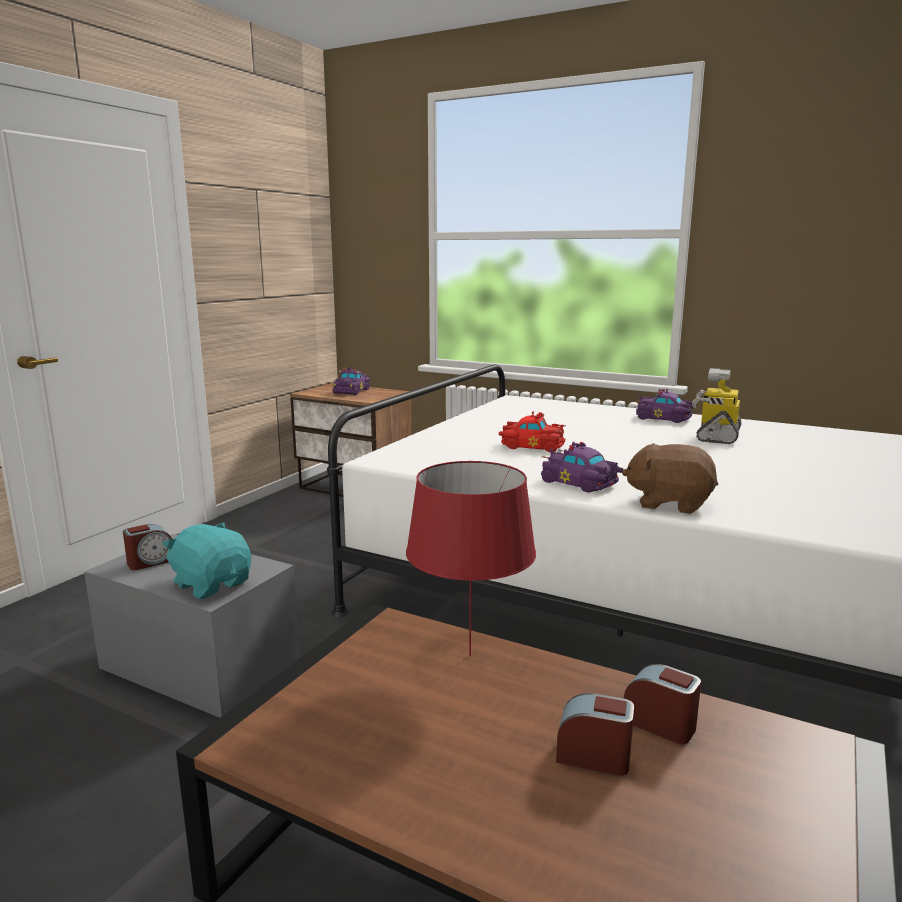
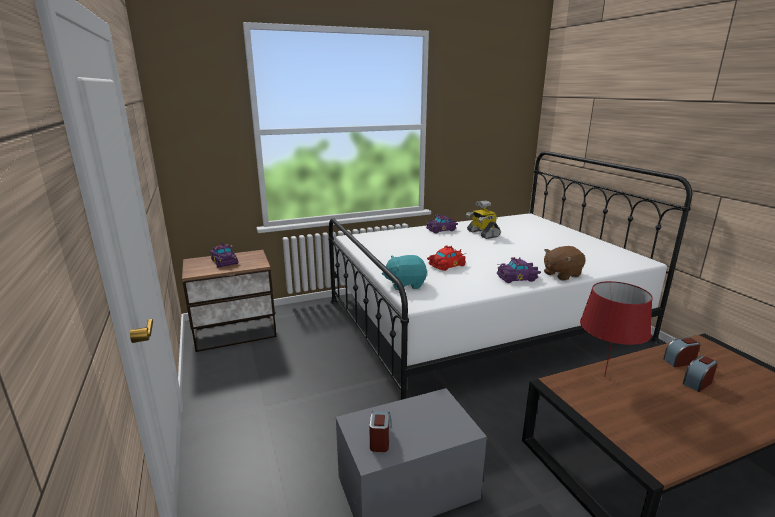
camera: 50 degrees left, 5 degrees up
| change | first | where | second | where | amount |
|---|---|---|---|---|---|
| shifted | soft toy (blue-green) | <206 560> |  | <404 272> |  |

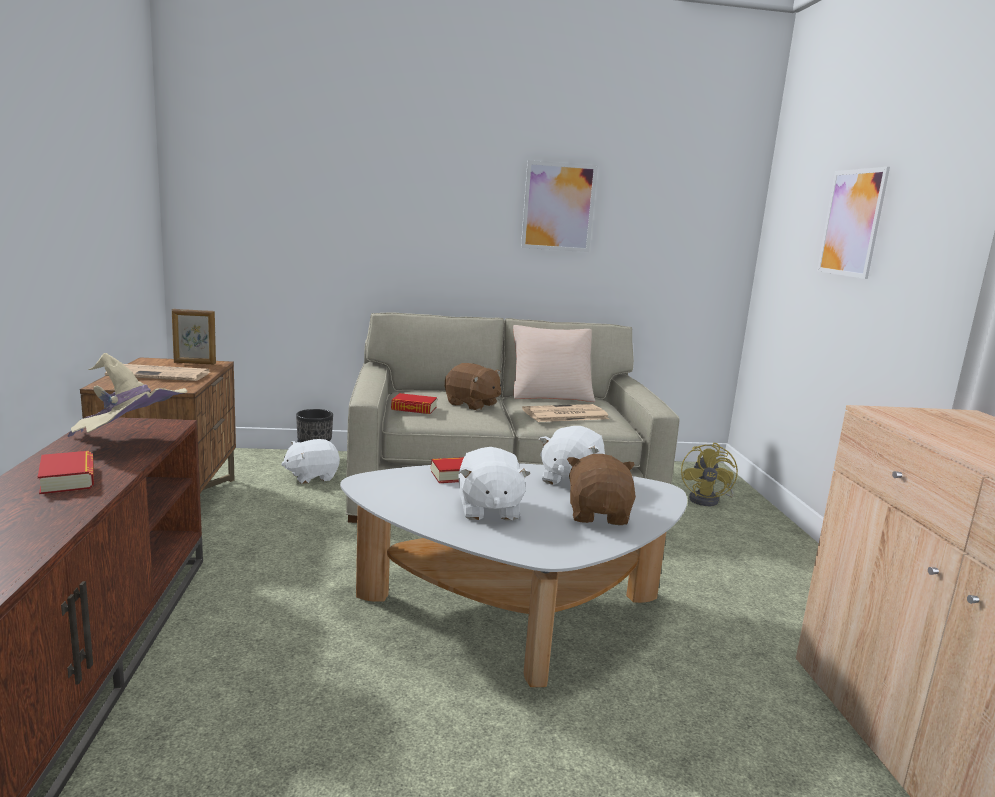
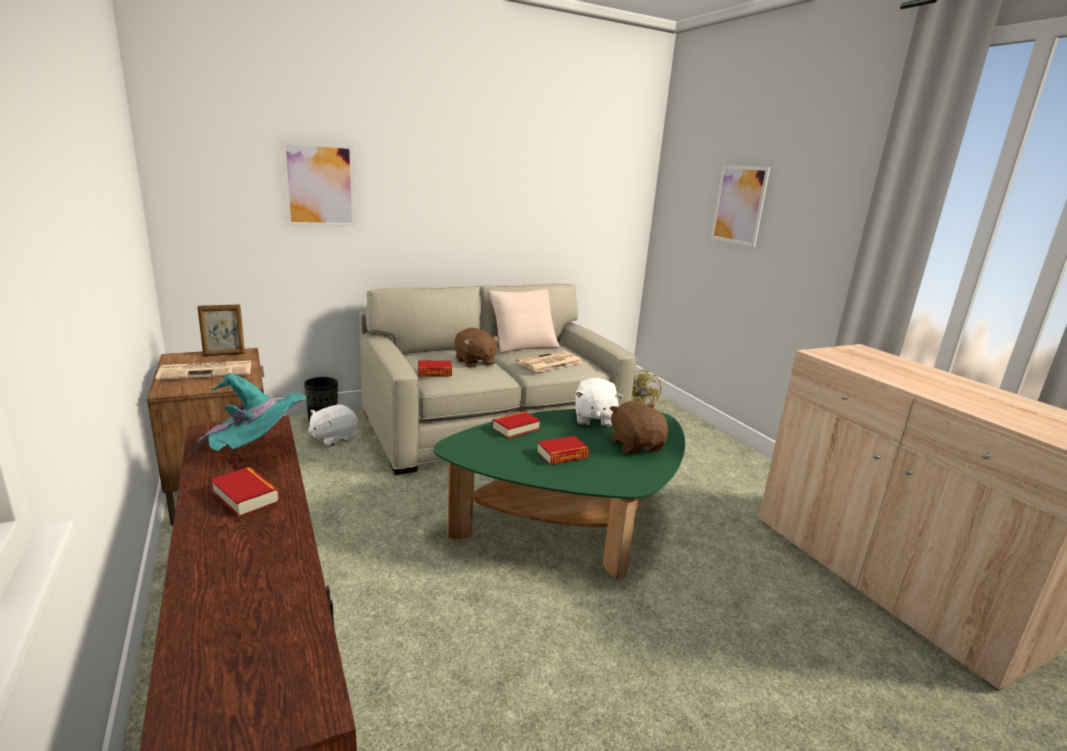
camera: 20 degrees left, 5 degrees up
| change | first | where | second | where | amount |
|---|---|---|---|---|---|
| shifted | wall art | <559 206> |  | <318 183> |  |
| swapped | soft toy (white) | <494 483> | bound book | <563 450> |  |
| repainted | hat (sand-coloured) | <127 395> | hat (blue-green) | <249 413> |  |
| repainted | lounge table (white) | <513 575> | lounge table (green-coloured) | <559 494> |  |
| rotated | soft toy (brownish) | <473 387> |  | <477 348> | 45 degrees clockwise |

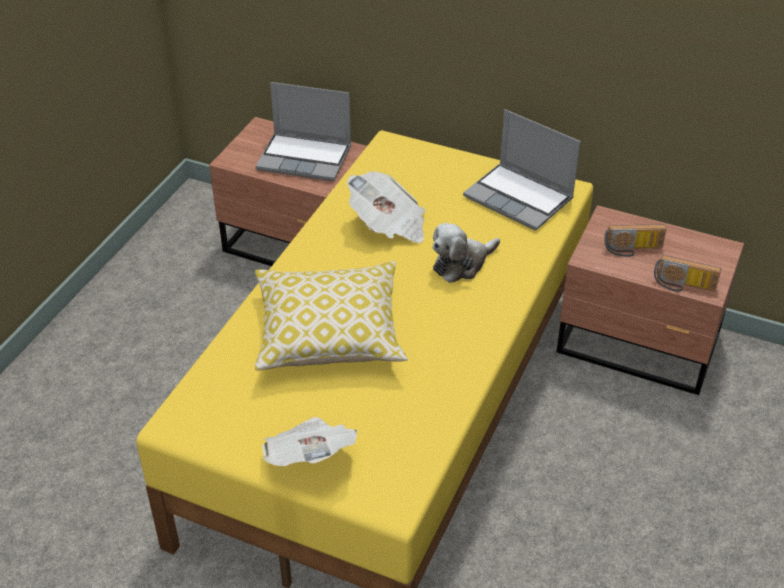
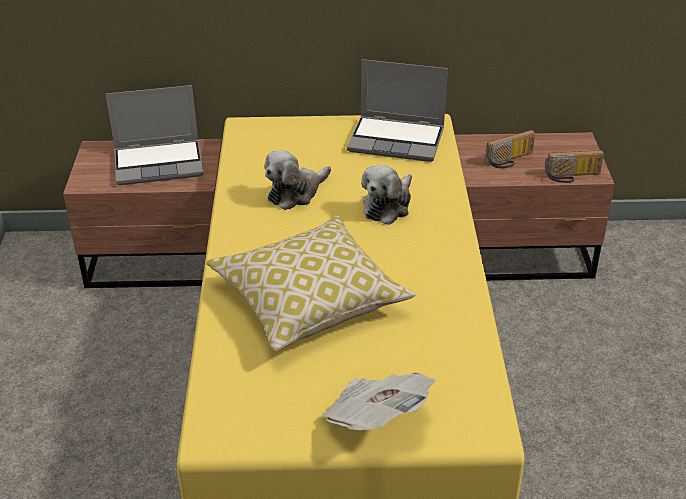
camera: 25 degrees left, 5 degrees down
| change | first | where | second | where | amount |
|---|---|---|---|---|---|
| swapped | printed paper | <386 207> | soft toy | <297 180> |  |

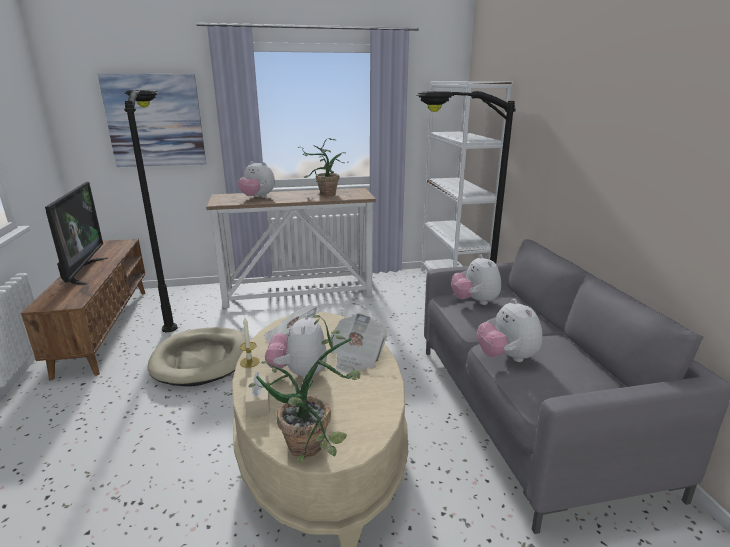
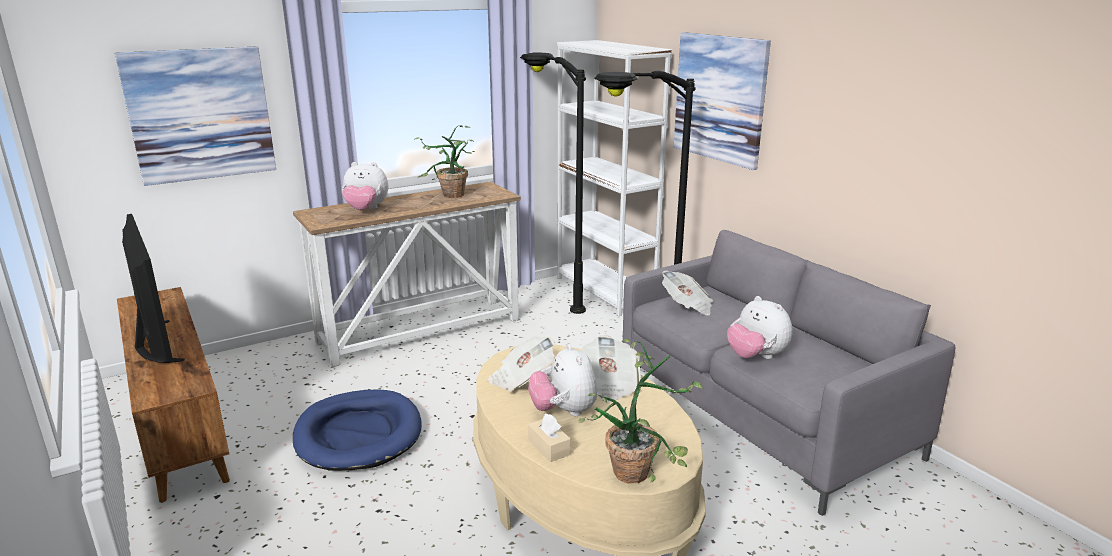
camera: 20 degrees left, 0 degrees up
| change | first | where | second | where | amount |
|---|---|---|---|---|---|
| gone | wax candle | <250 342> |  |  |  |
| new |  |  | wall art | <722 101> |  |
| shifted | standing lamp (blackish) | <151 211> |  | <553 183> |  |
| swapped | soft toy | <476 279> | printed paper | <687 293> |  |
| repainted | dog cushion (sand-coloured) | <196 357> | dog cushion (bluish) | <357 429> |  |

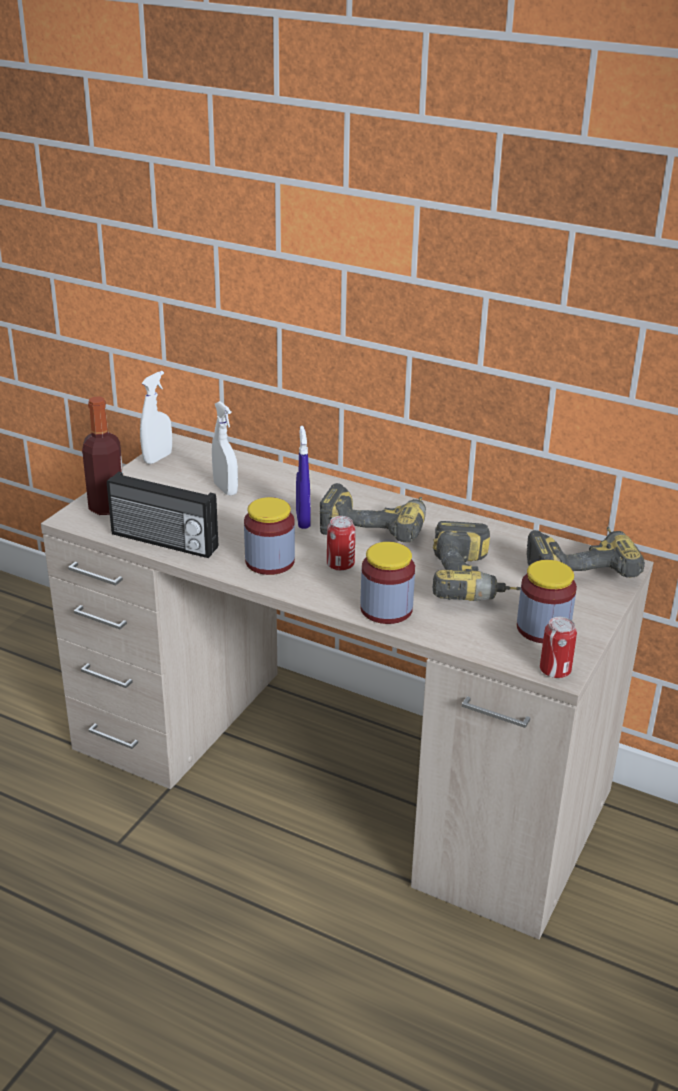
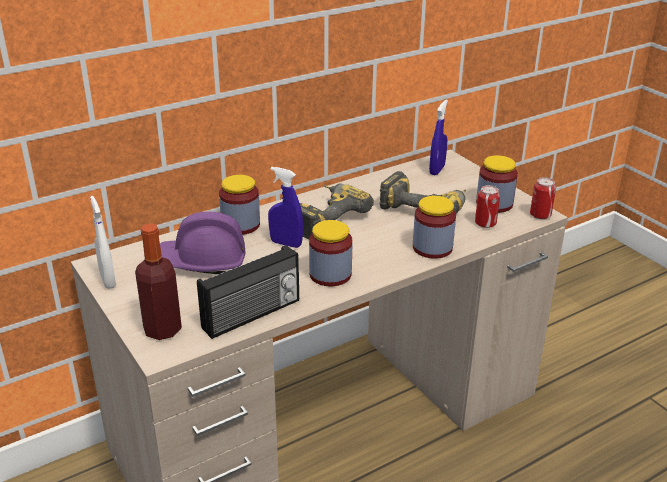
camera: 60 degrees left, 0 degrees up
| change | first | where | second | where | amount |
|---|---|---|---|---|---|
| new |  |  | preserve jar | <239 205> |  |
| shifted | can | <341 543> |  | <487 206> |  |
| swapped | hand sprayer (white) | <225 448> | safety helmet (purple-coloured) | <203 242> |  |
| swapped | electric drill | <586 552> | hand sprayer (bluish) | <438 137> |  |

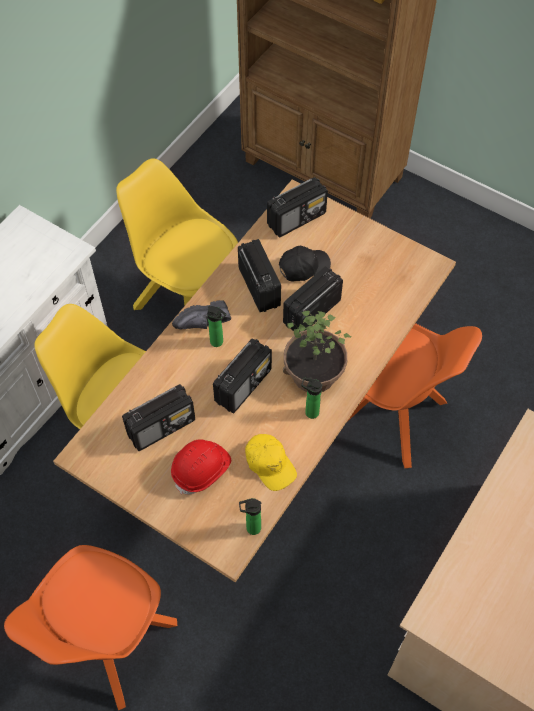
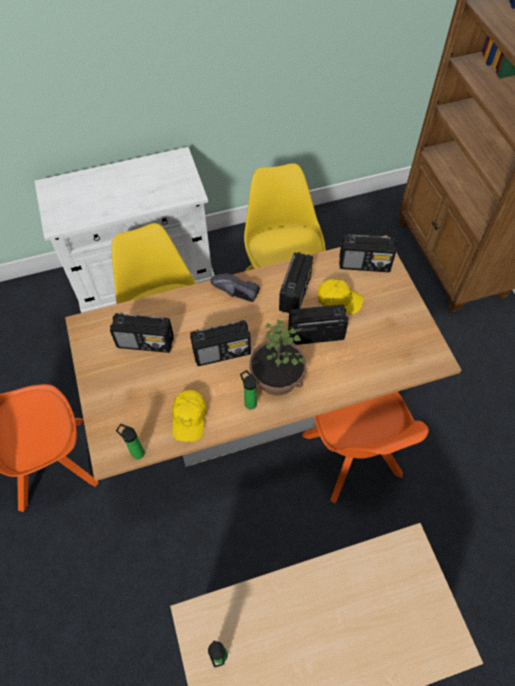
camera: 40 degrees right, 0 degrees up
| change | first | where | second | where | amount |
|---|---|---|---|---|---|
| gone | safety helmet (reddish) | <201 467> |  |  |  |
| shifted | bottle | <216 326> |  | <218 653> |  |
| repainted | baseball cap (blackish) | <305 263> | baseball cap (yellow-coloured) | <341 296> |  |

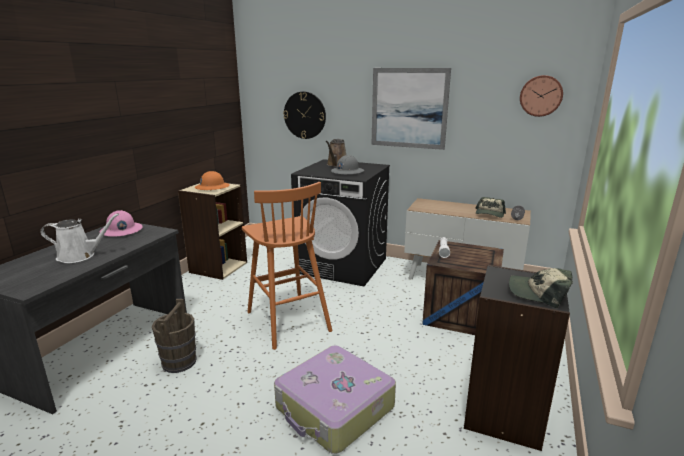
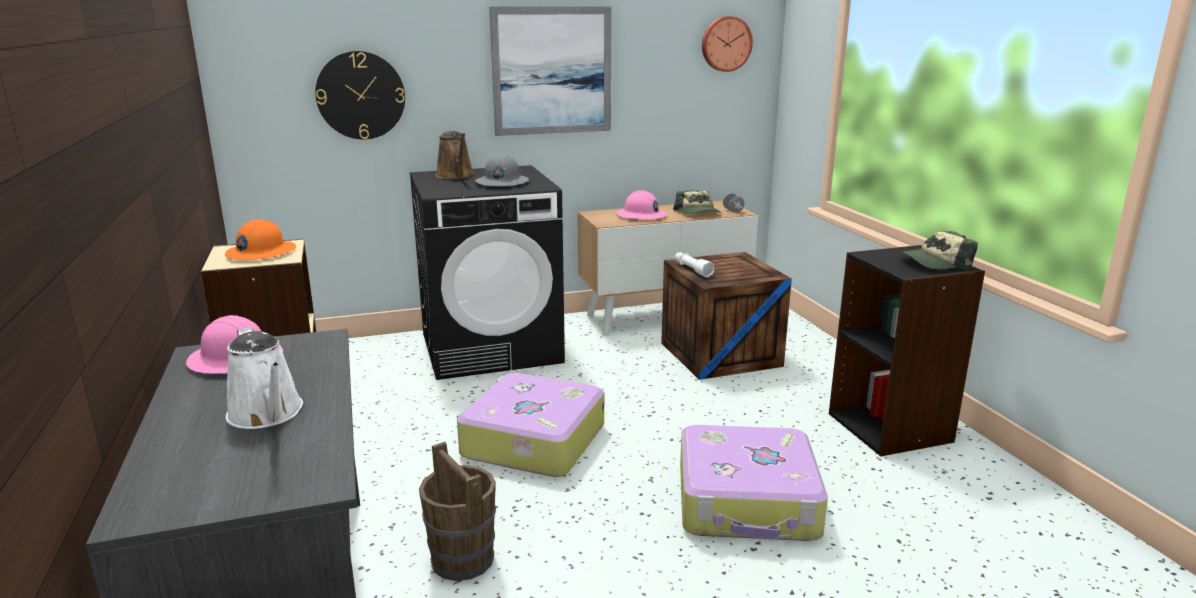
camera: 40 degrees left, 0 degrees up
| change | first | where | second | where | amount |
|---|---|---|---|---|---|
| new |  |  | safety helmet (pink-coloured) | <641 205> |  |
| swapped | sitting stool (orange-coloured) | <287 266> | travel case | <530 424> |  |
| rotated | watering can (white) | <79 238> |  | <264 378> | 105 degrees clockwise |

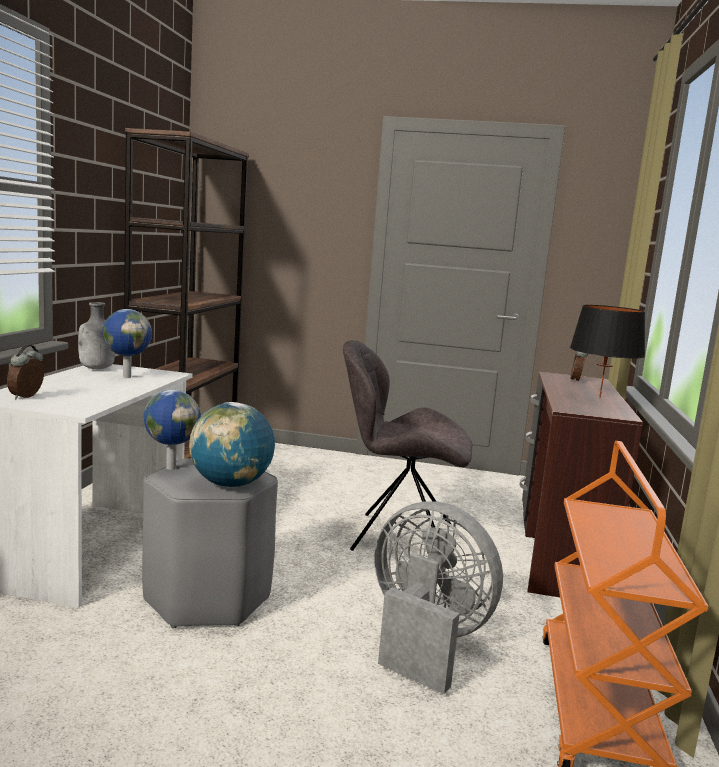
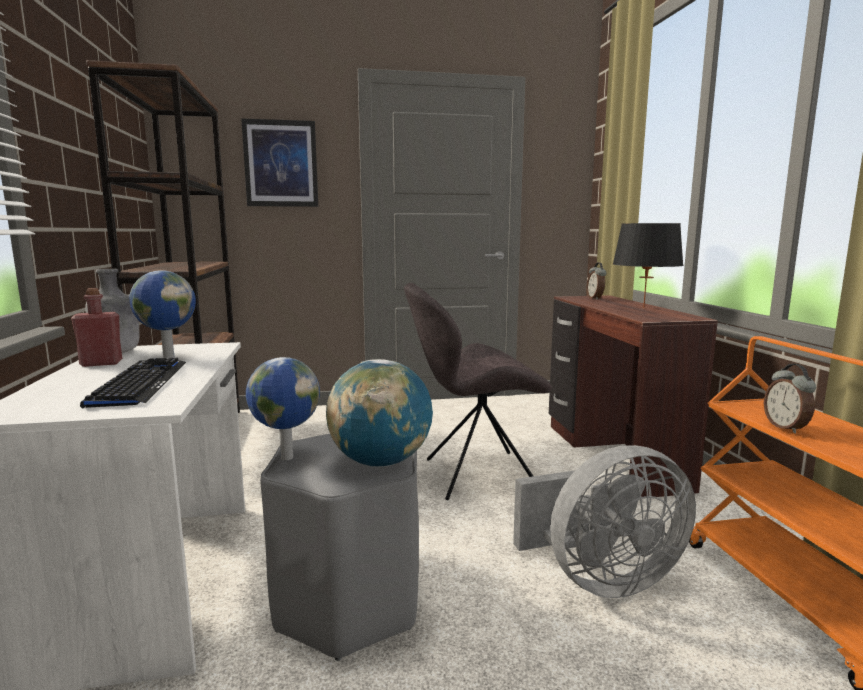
camera: 20 degrees left, 0 degrees up
| change | first | where | second | where | amount |
|---|---|---|---|---|---|
| new |  |  | bottle (reddish) | <96 327> |  |
| new |  |  | computer keyboard | <133 383> |  |
| new |  |  | wall art | <279 162> |  |
| shifted | alarm clock | <25 372> |  | <790 399> |  |
| rotated | fan (greyish) | <438 597> |  | <604 521> | 150 degrees clockwise |

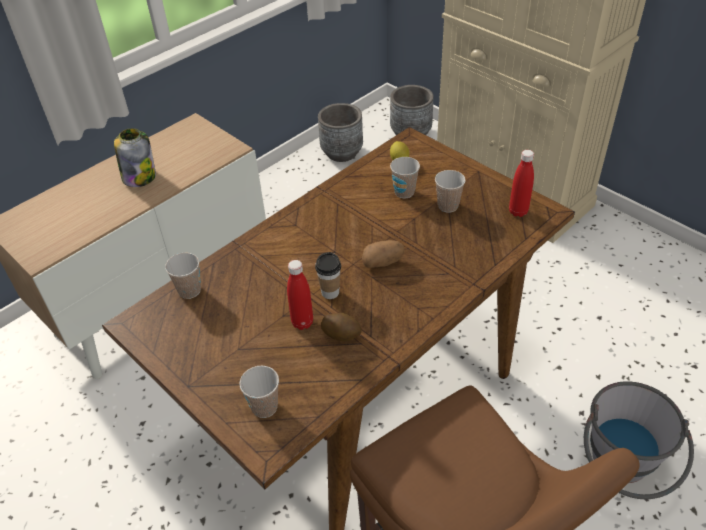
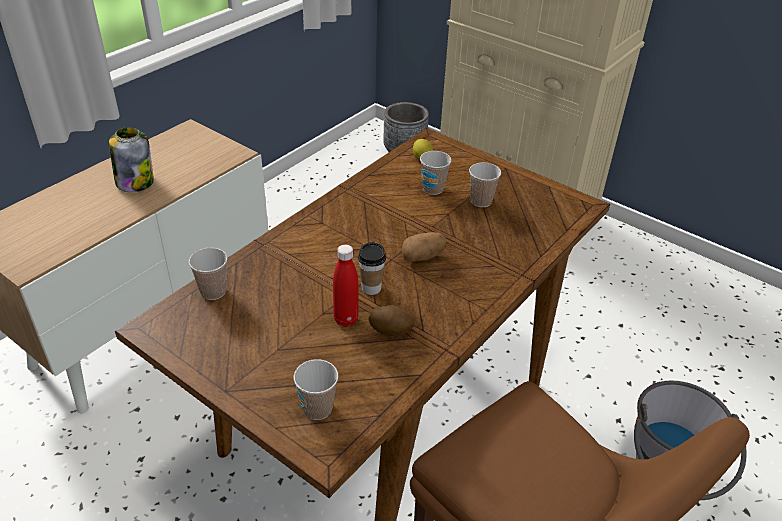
camera: 10 degrees left, 5 degrees down
| change | first | where | second | where | amount |
|---|---|---|---|---|---|
| gone | flower pot (greyish) | <340 132> |  |  |  |
| gone | bottle (reddish) | <521 183> |  |  |  |

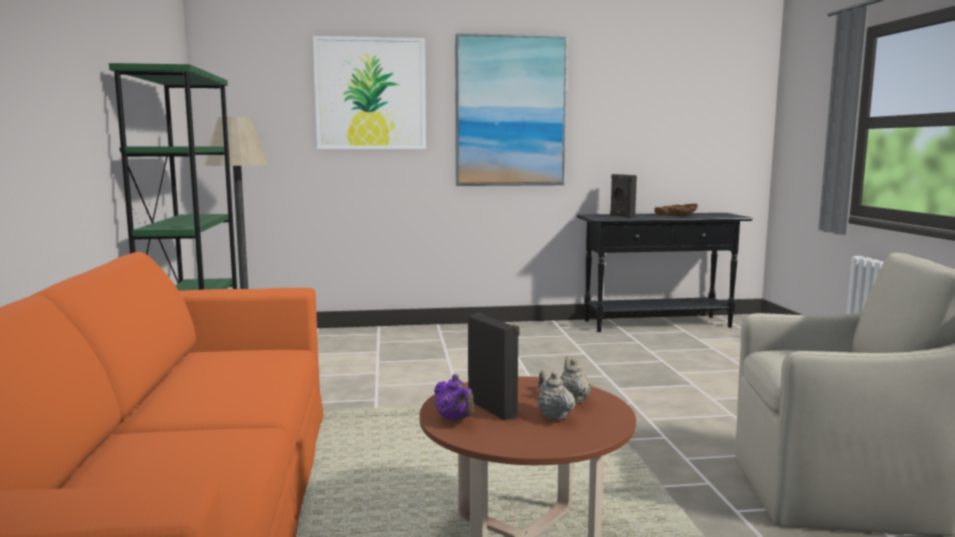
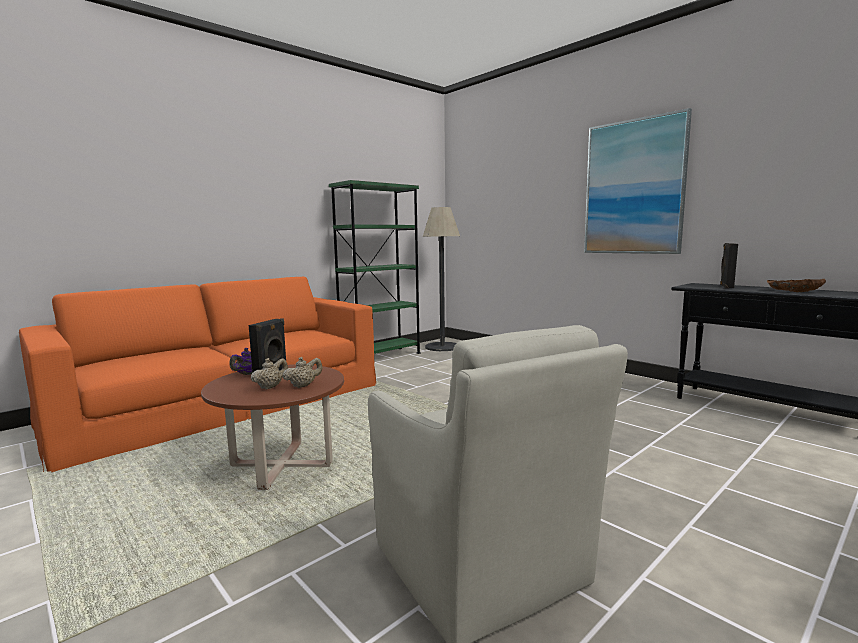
camera: 55 degrees right, 0 degrees up
| change | first | where | second | where | amount |
|---|---|---|---|---|---|
| gone | wall art | <369 92> |  |  |  |

